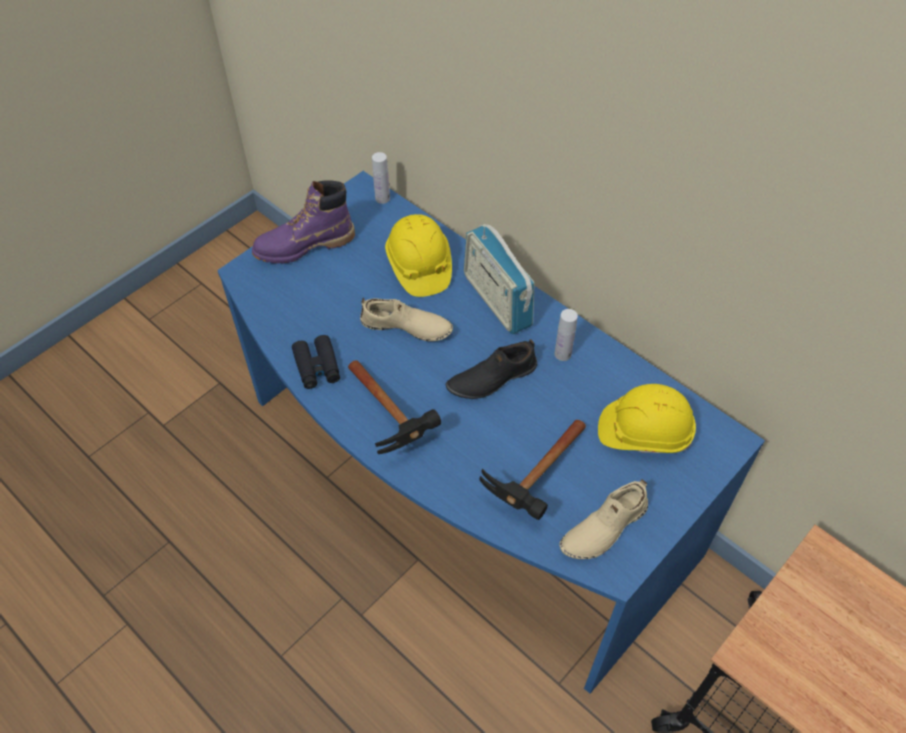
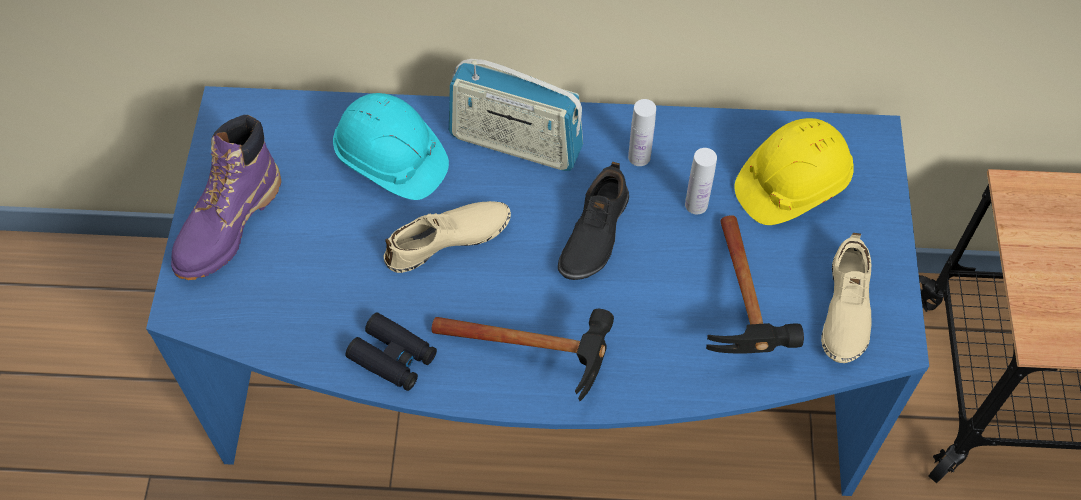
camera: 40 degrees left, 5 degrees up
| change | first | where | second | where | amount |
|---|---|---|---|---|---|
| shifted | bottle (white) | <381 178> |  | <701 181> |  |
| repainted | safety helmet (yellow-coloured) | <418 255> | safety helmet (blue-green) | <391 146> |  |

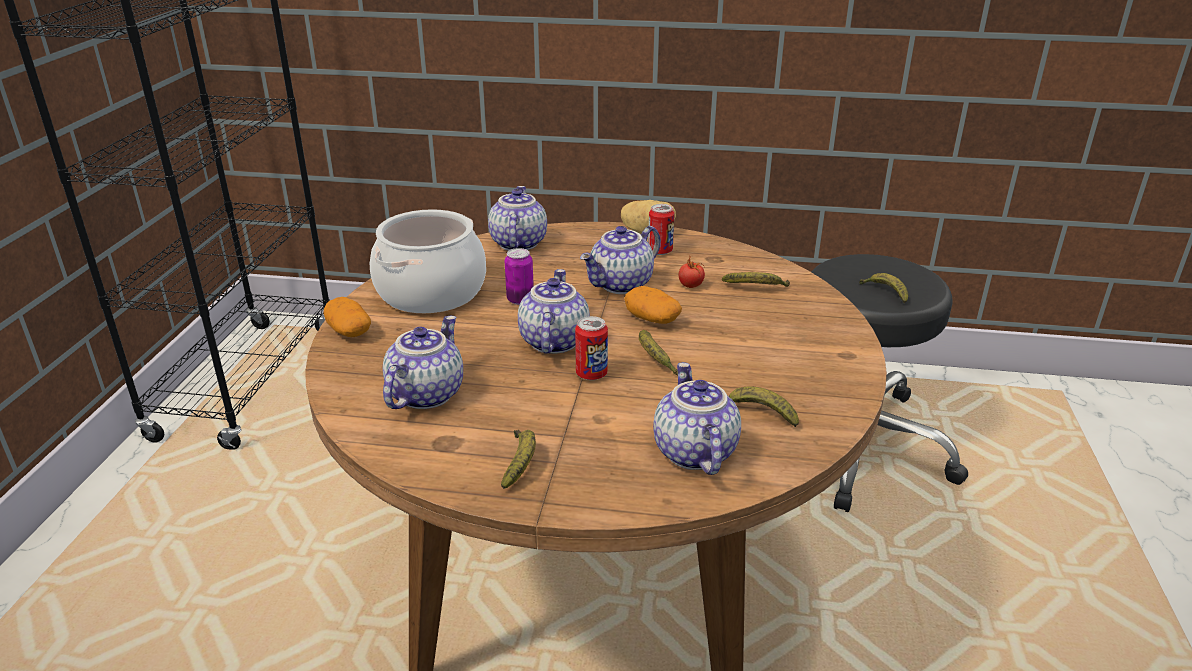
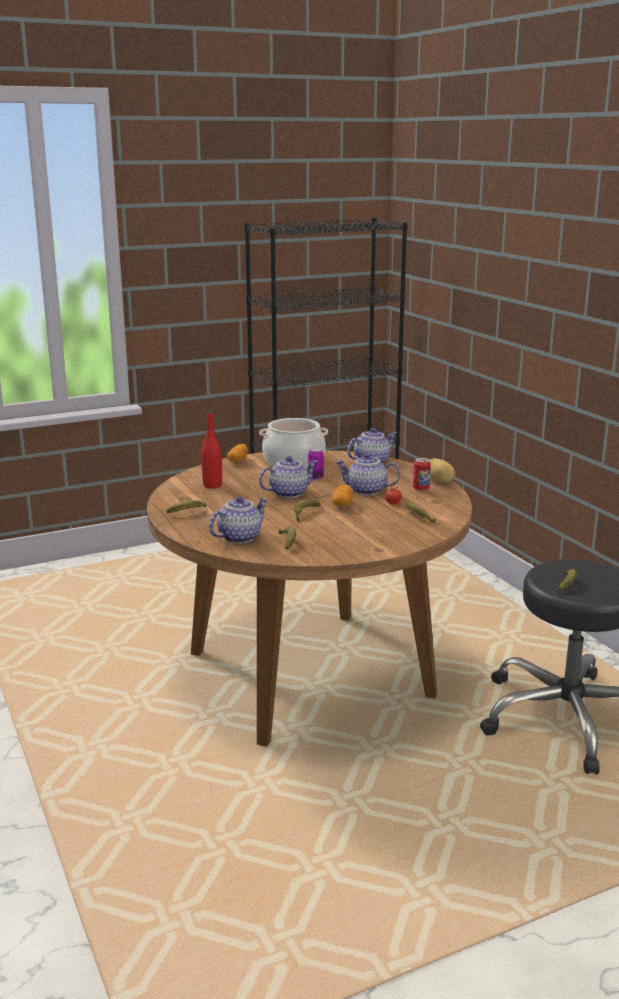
camera: 55 degrees right, 10 degrees down
| change | first | where | second | where | amount |
|---|---|---|---|---|---|
| gone | can | <591 348> |  |  |  |
| swapped | pot for tea | <423 362> | bottle (reddish) | <211 450> |  |

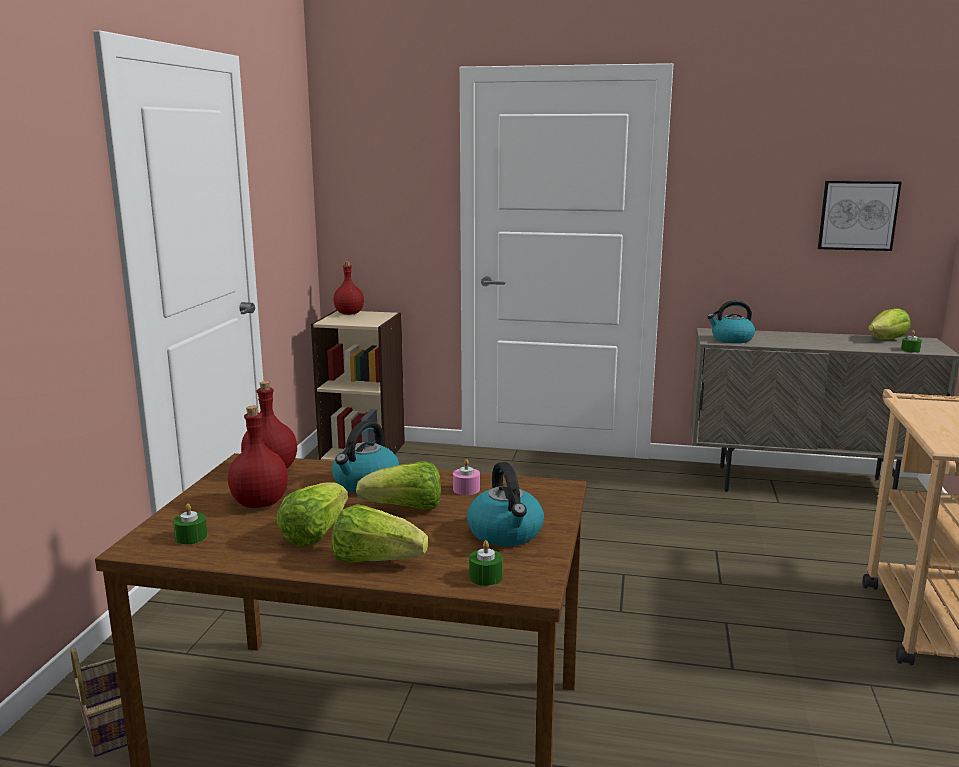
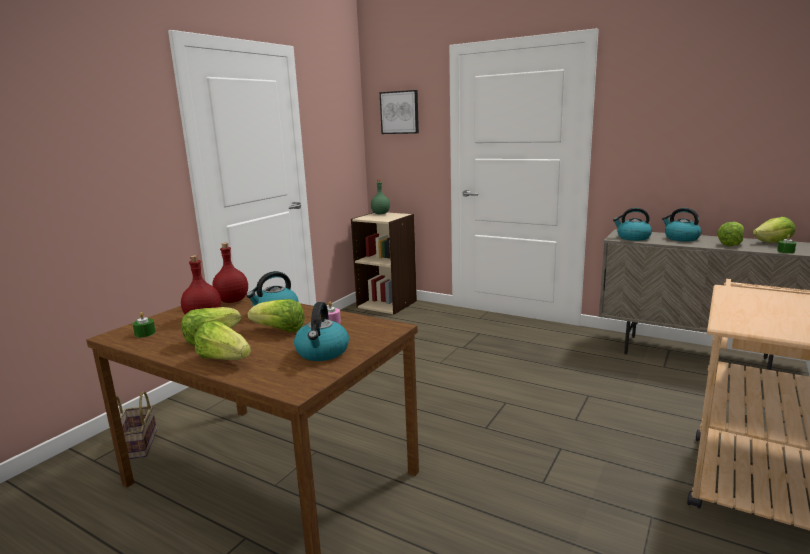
camera: 20 degrees right, 0 degrees up
| change | first | where | second | where | amount |
|---|---|---|---|---|---|
| gone | wax candle (green-coloured) | <486 563> |  |  |  |
| new |  |  | tea kettle | <681 224> |  |
| new |  |  | lettuce head | <730 234> |  |
| shifted | wall art | <860 216> |  | <399 112> |  |
| repainted | bottle (reddish) | <348 288> | bottle (green-coloured) | <380 196> |  |

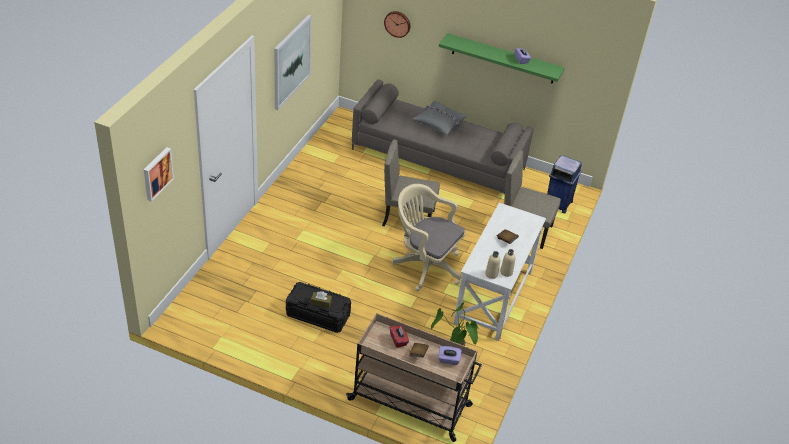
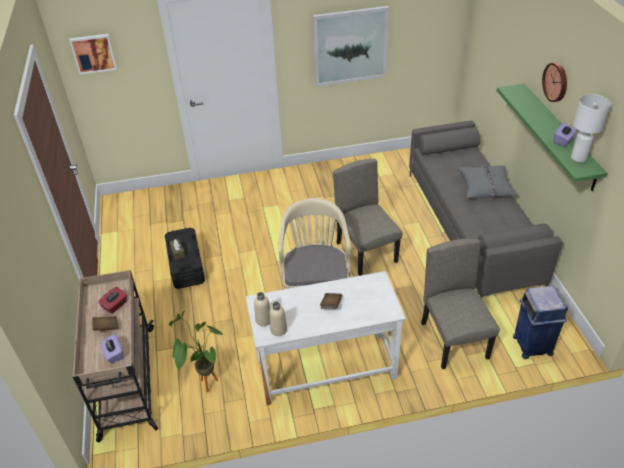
camera: 60 degrees right, 0 degrees up
| change | first | where | second | where | amount |
|---|---|---|---|---|---|
| new |  |  | table lamp (white) | <591 128> |  |
| shifted | hanging clock | <397 24> |  | <554 82> |  |

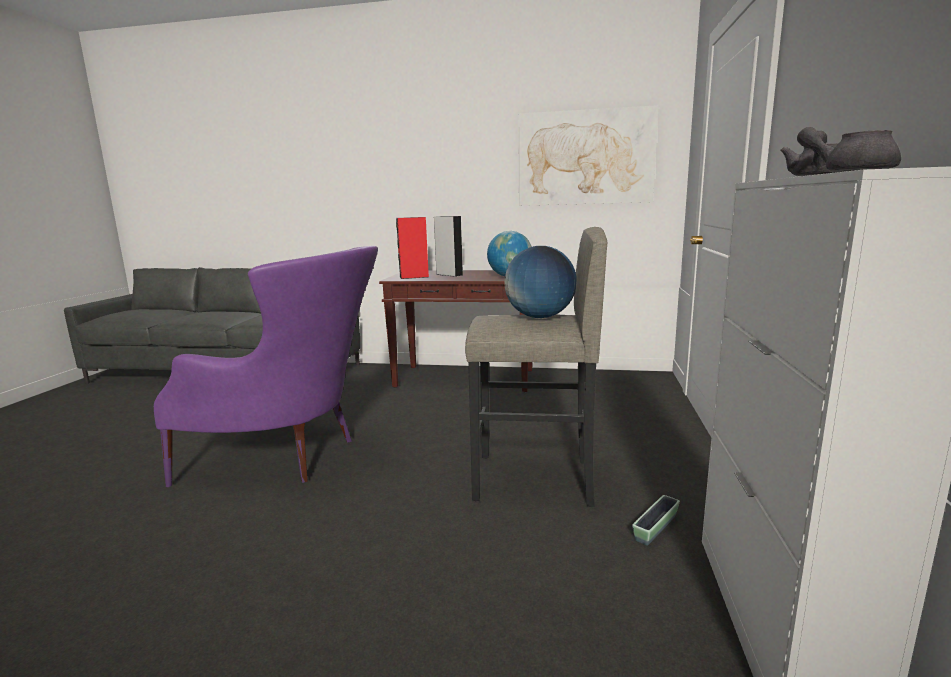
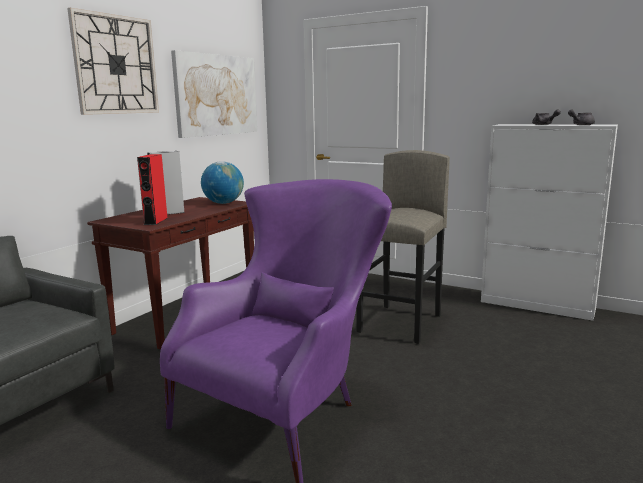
camera: 70 degrees left, 0 degrees up
| change | first | where | second | where | amount |
|---|---|---|---|---|---|
| gone | desk globe | <540 282> |  |  |  |
| gone | flower pot | <656 520> |  |  |  |
| new |  |  | hanging clock | <113 61> |  |

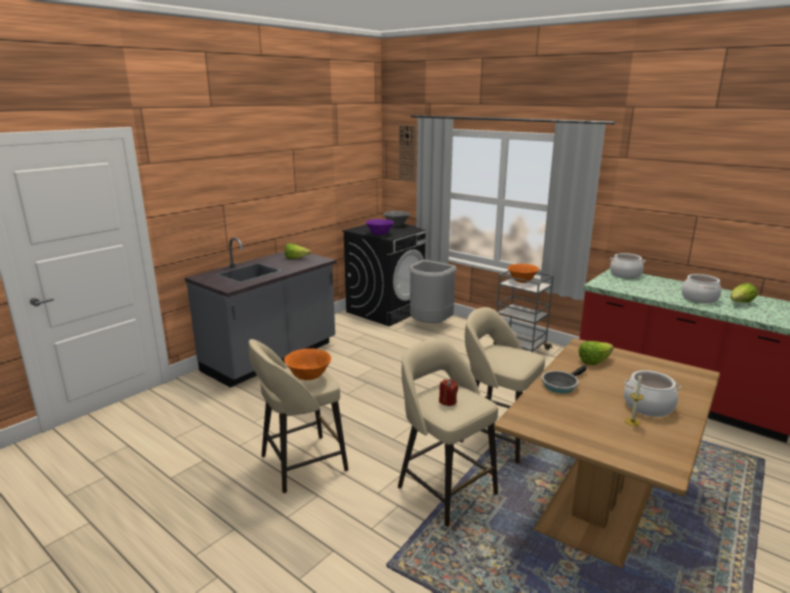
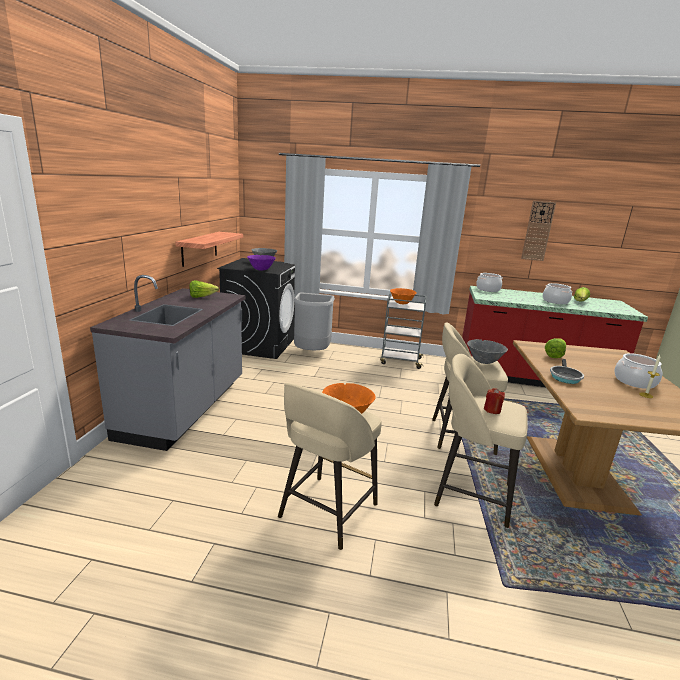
camera: 30 degrees left, 0 degrees up
| change | first | where | second | where | amount |
|---|---|---|---|---|---|
| new |  |  | shelf | <209 249> |  |
| new |  |  | bowl (greyish) | <487 351> |  |
| shifted | hanging clock | <407 153> |  | <538 231> |  |

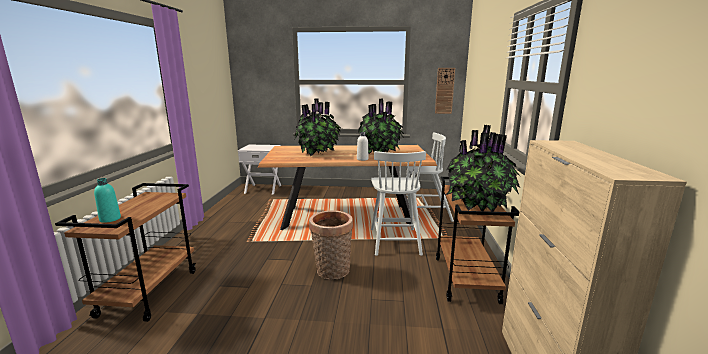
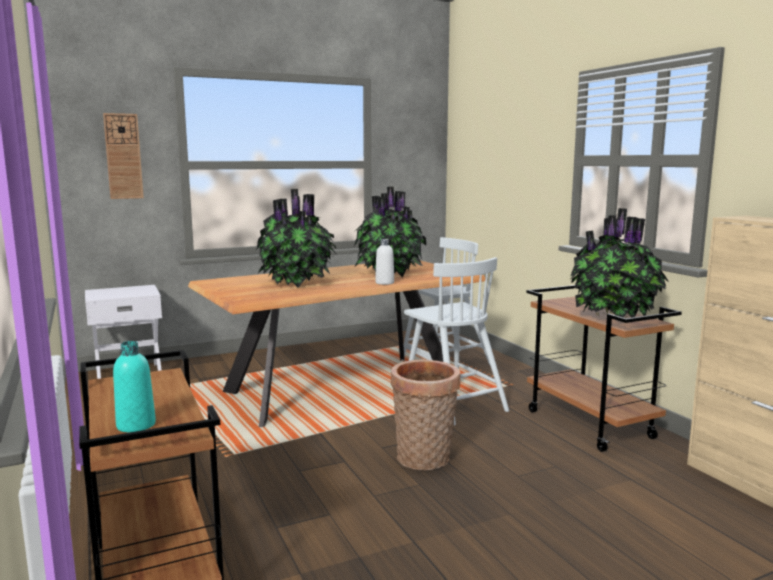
camera: 30 degrees left, 5 degrees down
| change | first | where | second | where | amount |
|---|---|---|---|---|---|
| shifted | hanging clock | <445 91> |  | <123 156> |  |

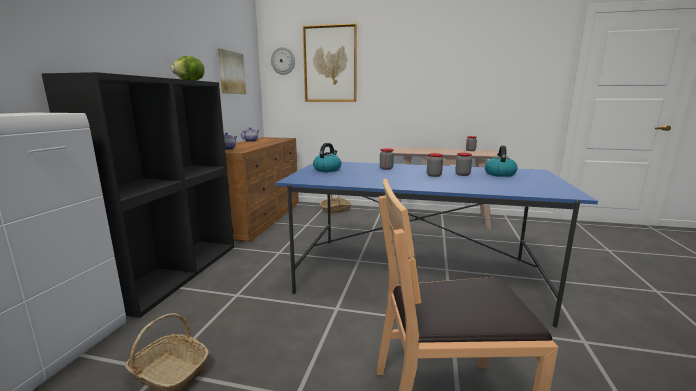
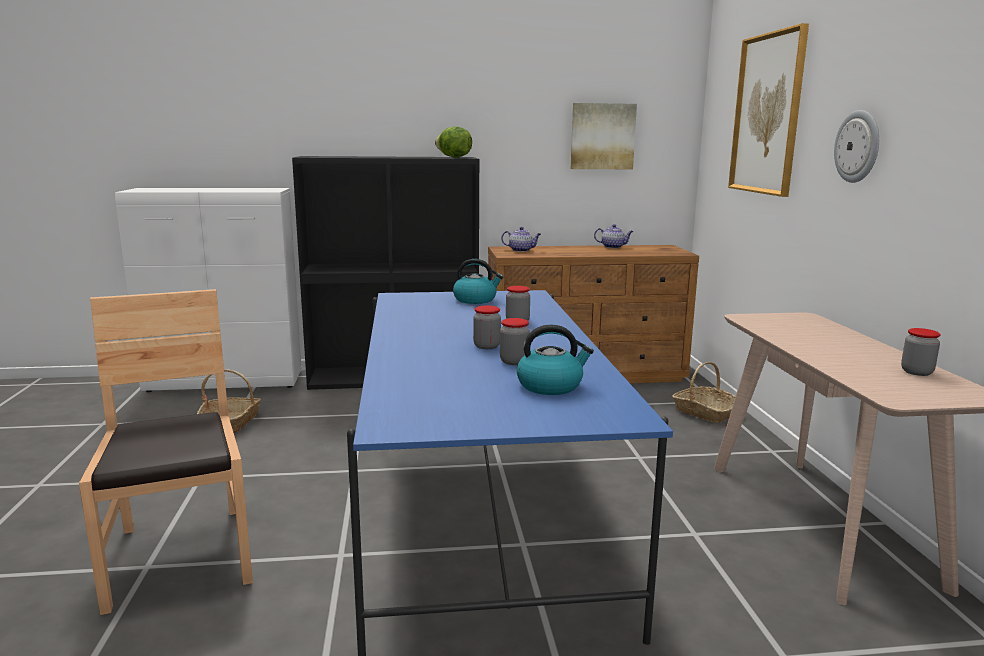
camera: 70 degrees right, 0 degrees up
| change | first | where | second | where | amount |
|---|---|---|---|---|---|
| shifted | hanging clock | <283 61> |  | <856 146> |  |

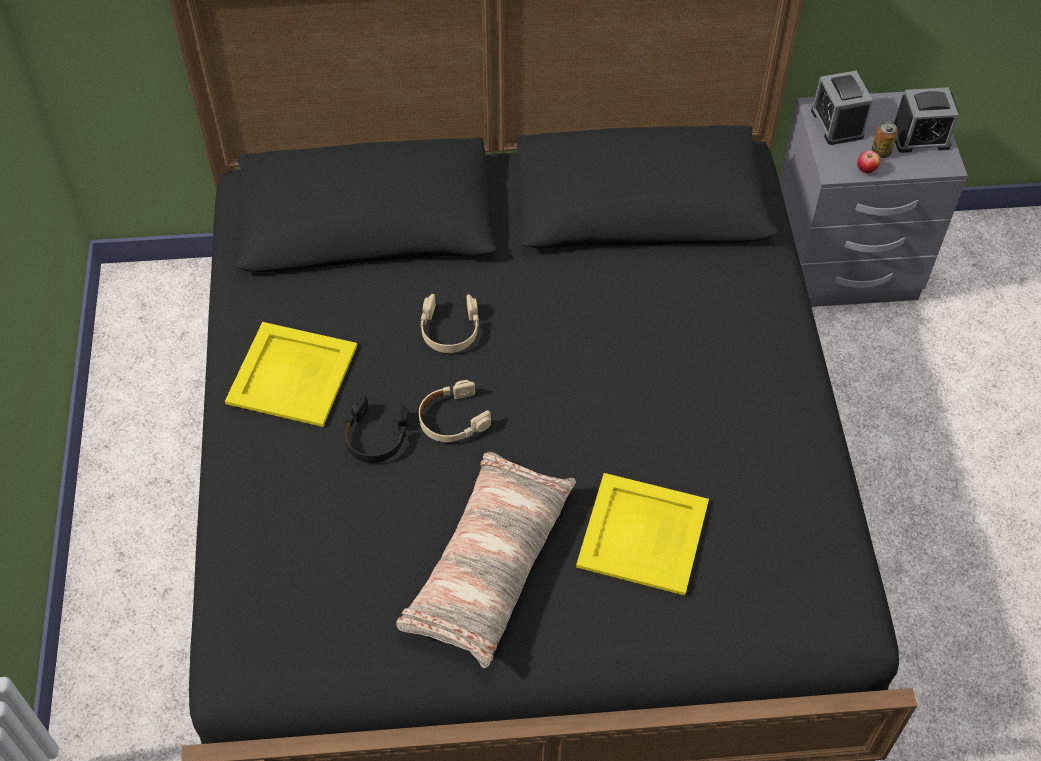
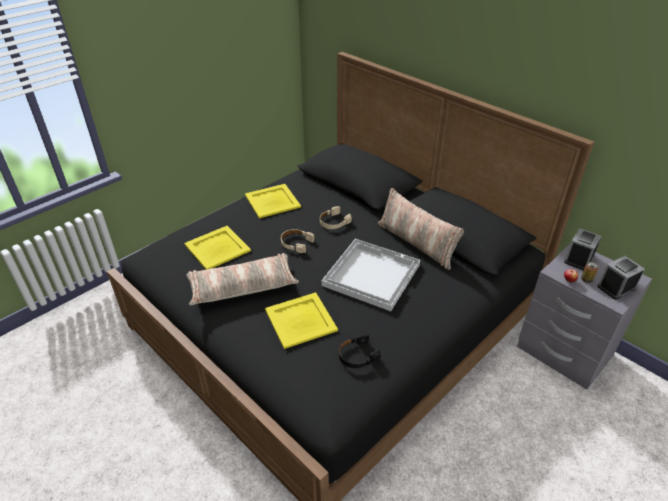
camera: 50 degrees right, 15 degrees down
| change | first | where | second | where | amount |
|---|---|---|---|---|---|
| new |  |  | tray (yellow-coloured) | <217 247> |  |
| new |  |  | tray (white) | <371 275> |  |
| new |  |  | throw pillow | <421 229> |  |
| shifted | pair of headphones (blackish) | <376 429> |  | <360 350> |  |
| rotated | alarm clock | <926 120> |  | <621 278> | 105 degrees clockwise |

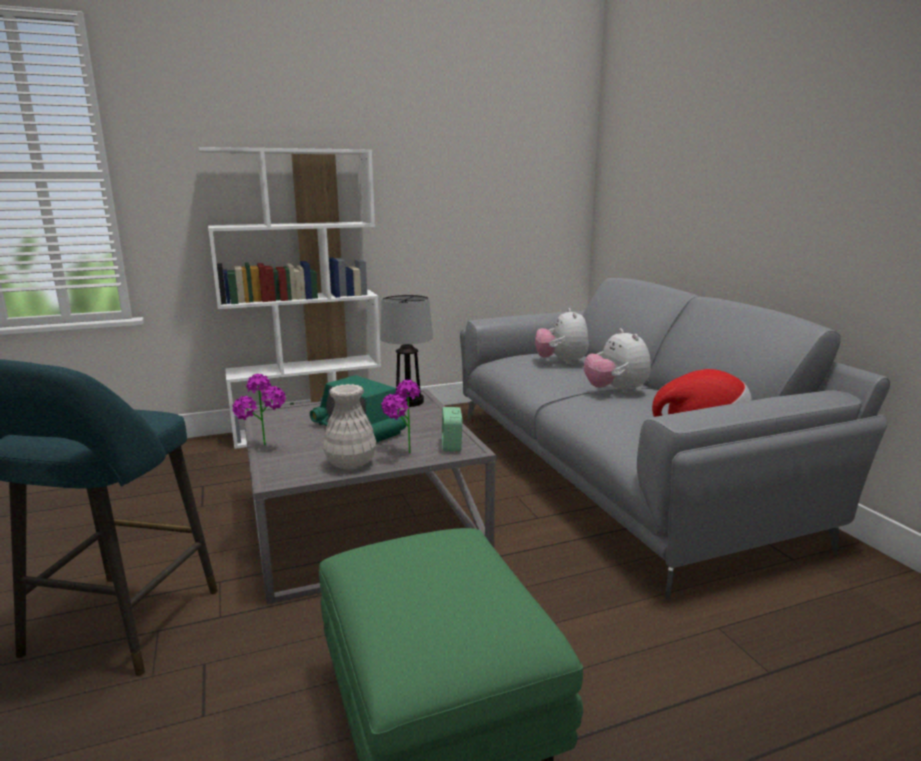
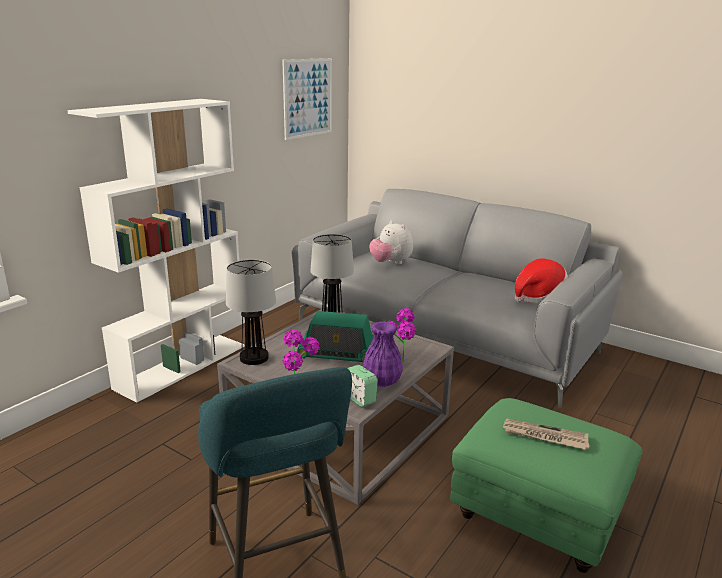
camera: 35 degrees left, 5 degrees up
| change | first | where | second | where | amount |
|---|---|---|---|---|---|
| gone | soft toy | <617 361> |  |  |  |
| new |  |  | table lamp | <251 312> |  |
| new |  |  | wall art | <307 99> |  |
| new |  |  | printed paper | <545 434> |  |
| shifted | alarm clock | <452 429> |  | <362 386> |  |
| repainted | flower vase (white) | <349 427> | flower vase (purple-coloured) | <382 354> |  |

